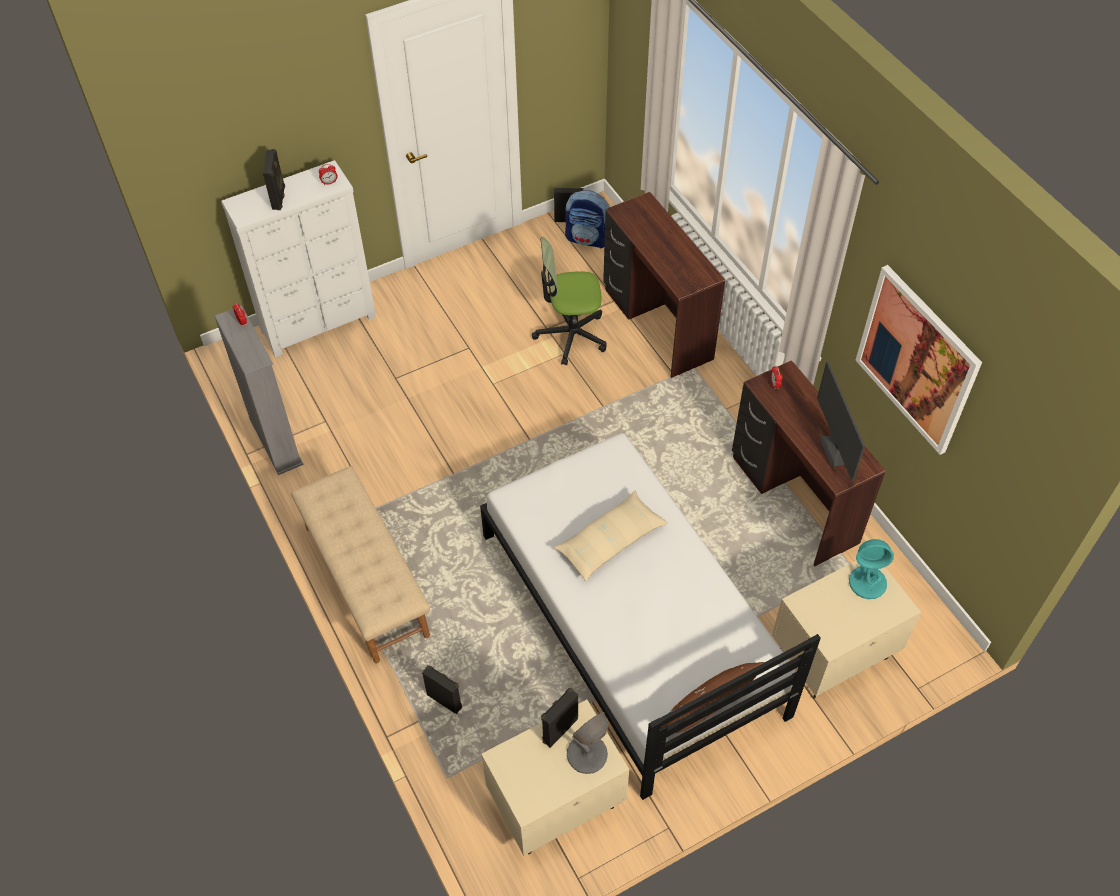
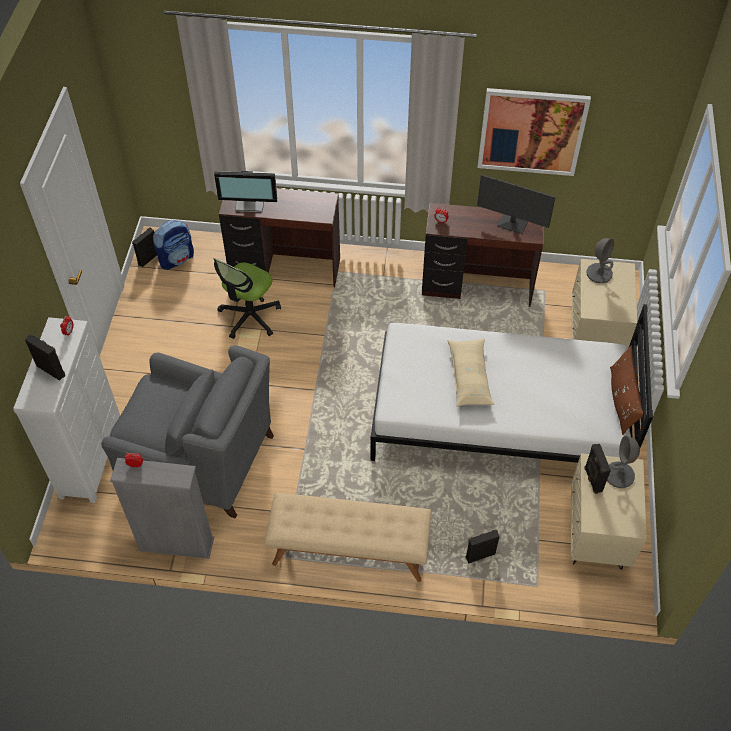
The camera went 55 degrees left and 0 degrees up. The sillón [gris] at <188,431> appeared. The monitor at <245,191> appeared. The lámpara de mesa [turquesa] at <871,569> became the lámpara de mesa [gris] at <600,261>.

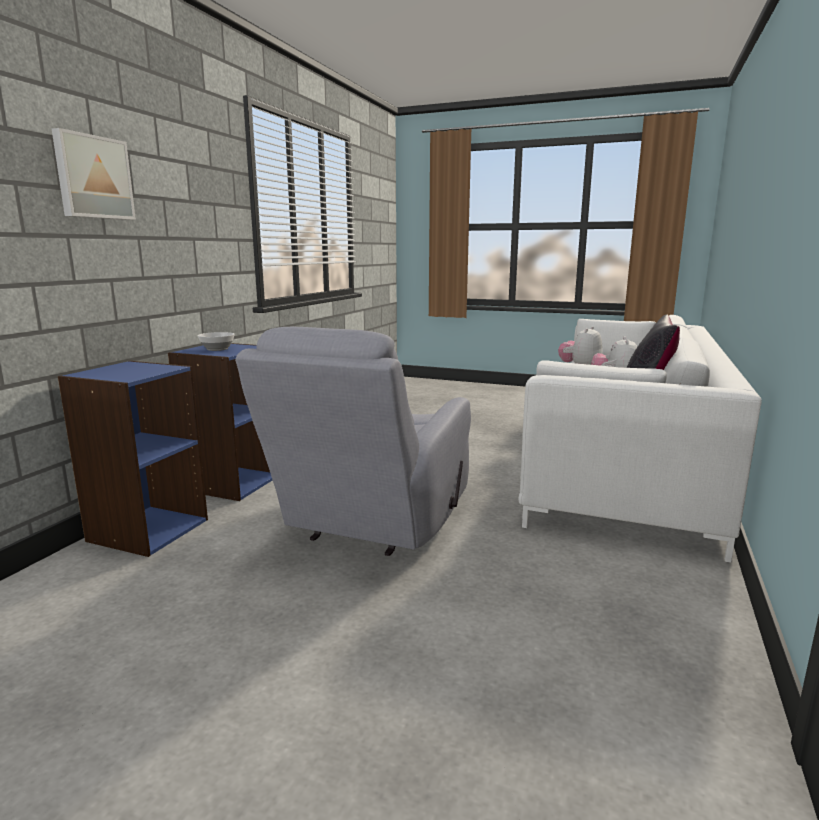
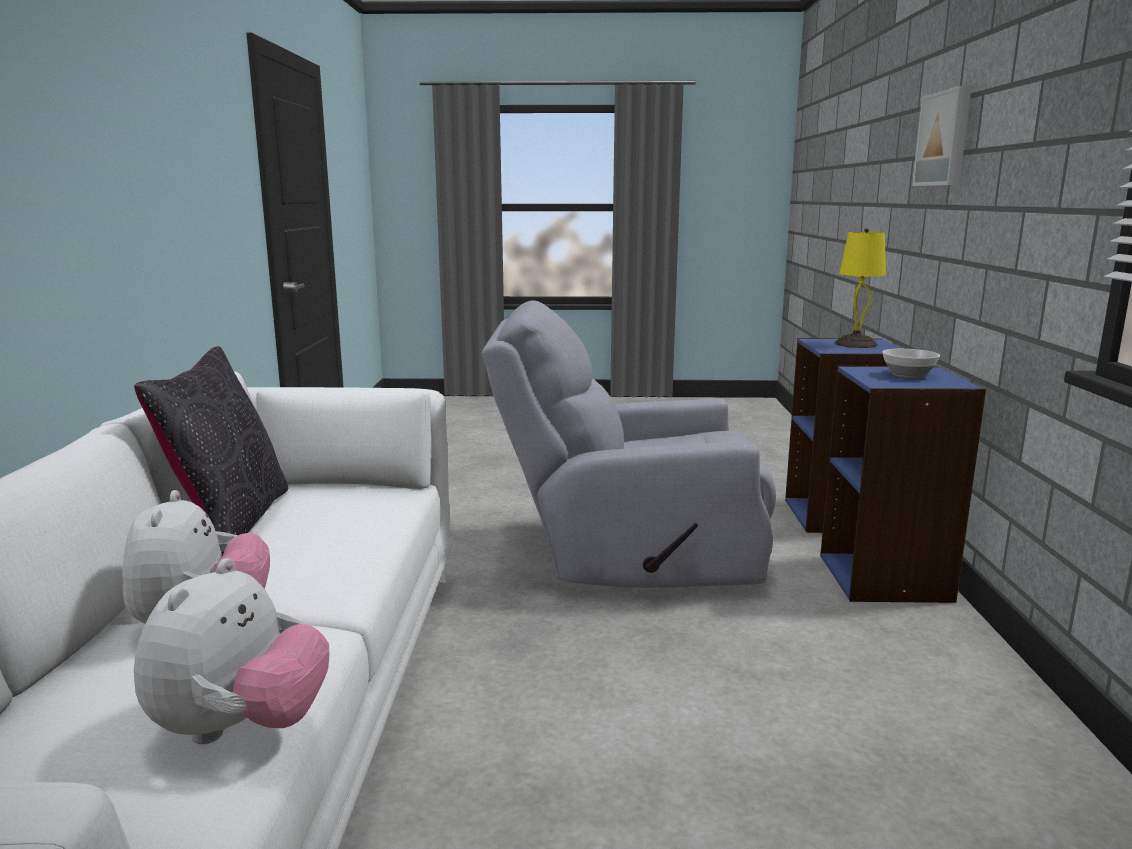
The camera went 160 degrees right and 0 degrees up. The sillón [gris] at <353,441> turned 90 degrees counterclockwise. The lámpara de mesa [amarillo] at <860,288> appeared.

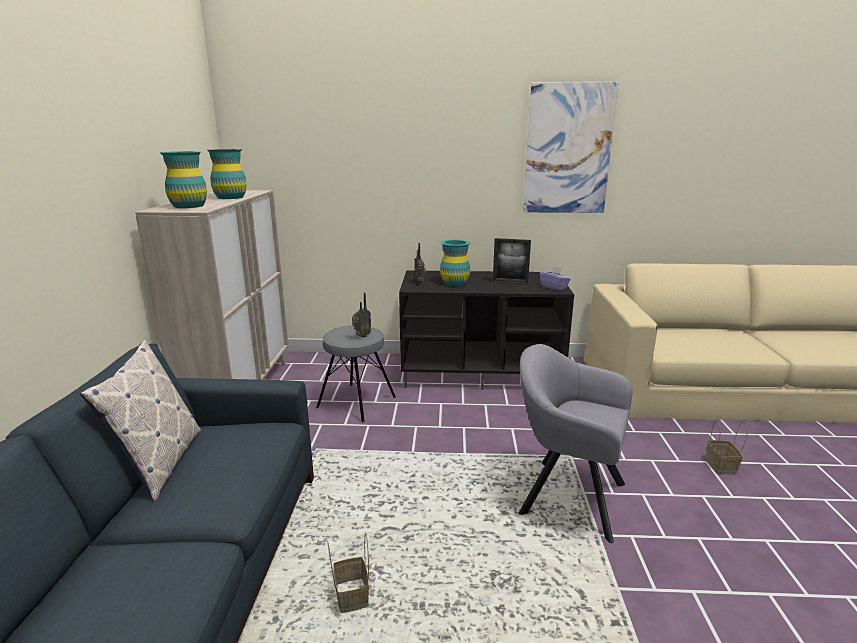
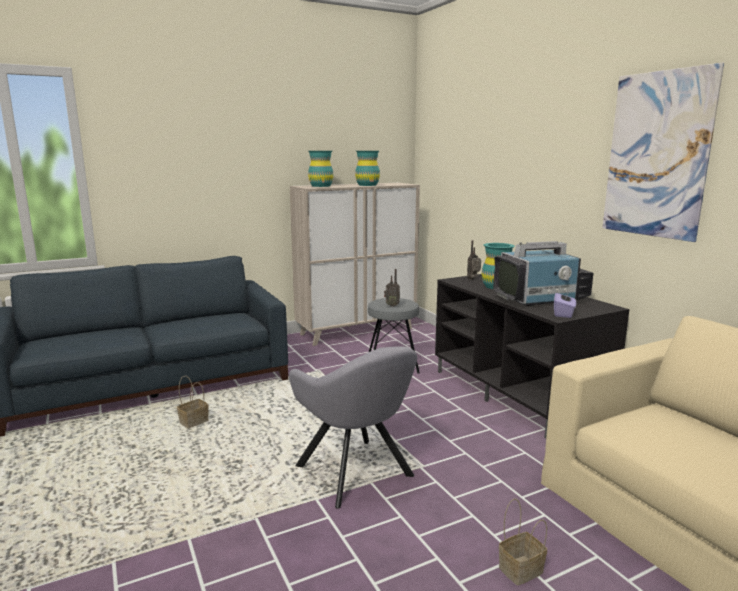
The camera went 60 degrees right and 5 degrees down. The sillón [gris] at <576,443> turned 150 degrees clockwise. The portarretratos at <512,261> was replaced by the televisor at <543,273>. The cojín at <140,421> disappeared.

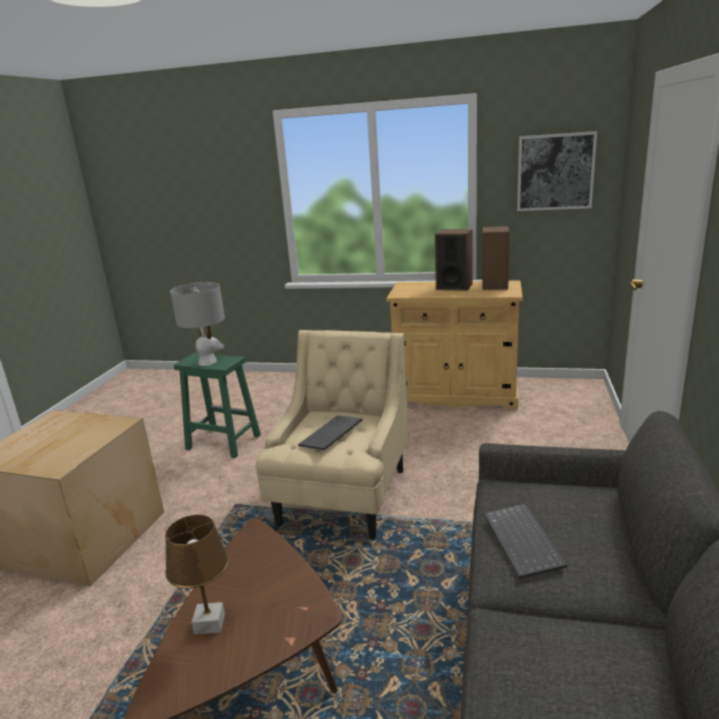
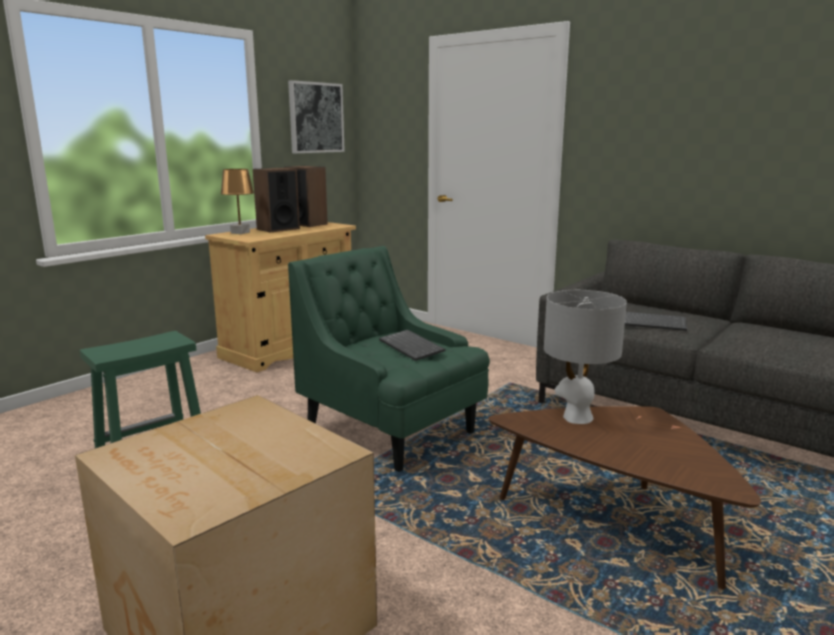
The camera went 65 degrees left and 5 degrees down. The lámpara de mesa [marrón] moved from <197,574> to <237,201>. The sillón [beis] at <332,435> became the sillón [verde] at <389,359>. The lámpara de mesa [gris] moved from <197,324> to <585,357>.

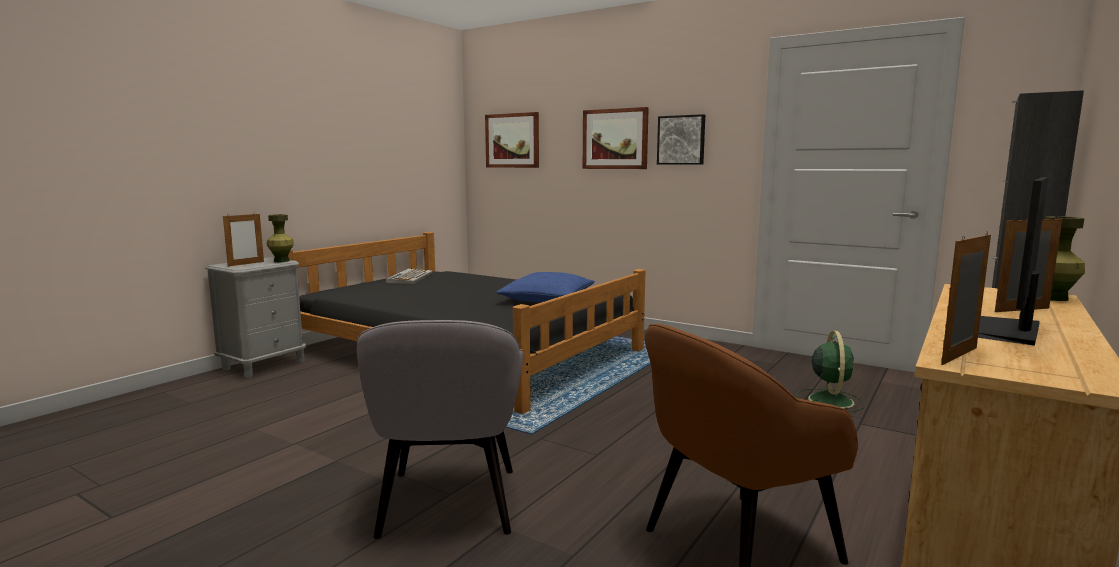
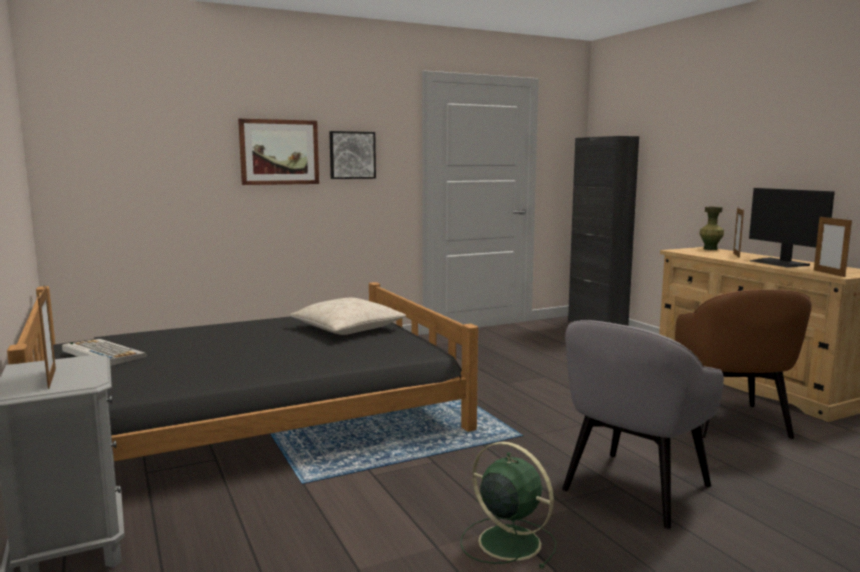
The camera went 60 degrees left and 0 degrees up. The cojín [azul] at <545,287> became the cojín [beis] at <348,316>. The ventilador [verde] moved from <830,371> to <508,505>. The sillón [gris] at <440,429> turned 105 degrees clockwise. The florero [verde] at <280,238> disappeared. The cuadro at <512,140> disappeared.

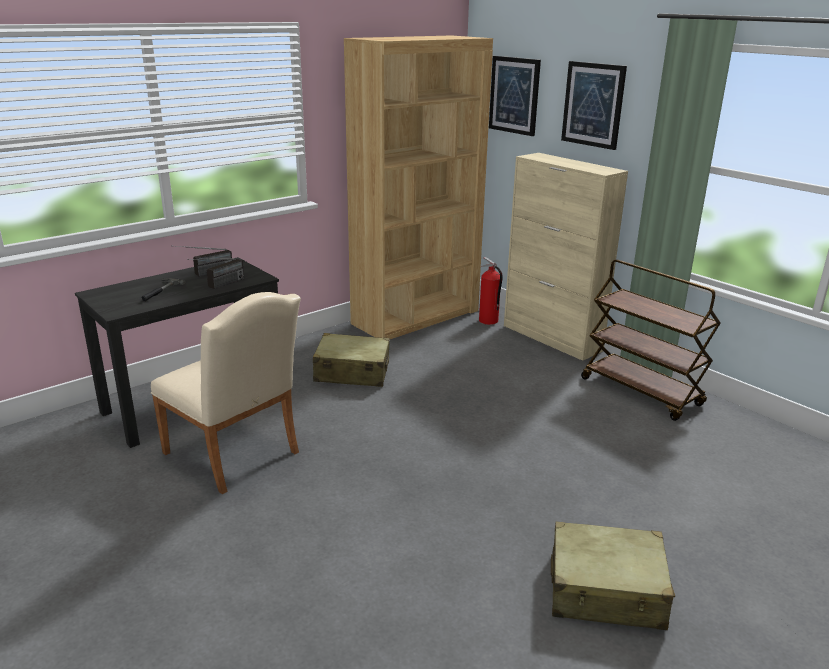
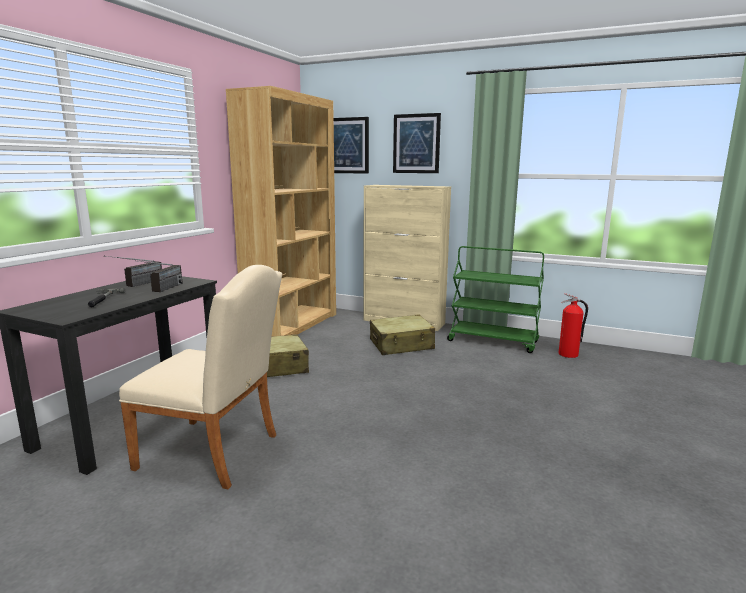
The camera went 25 degrees left and 10 degrees down. The maleta [beis] moved from <613,576> to <402,335>. The carrito [marrón] at <650,340> became the carrito [verde] at <495,299>. The extintor moved from <491,291> to <573,325>.

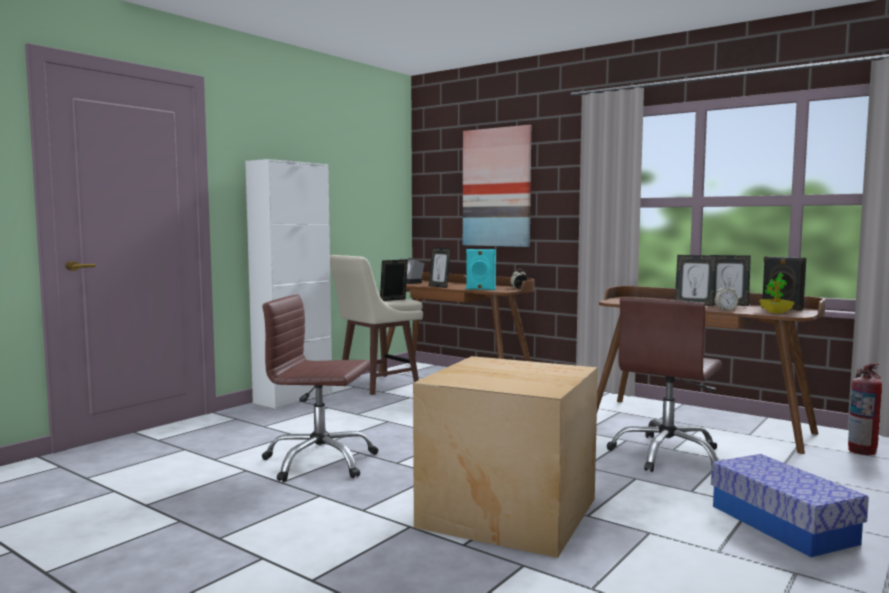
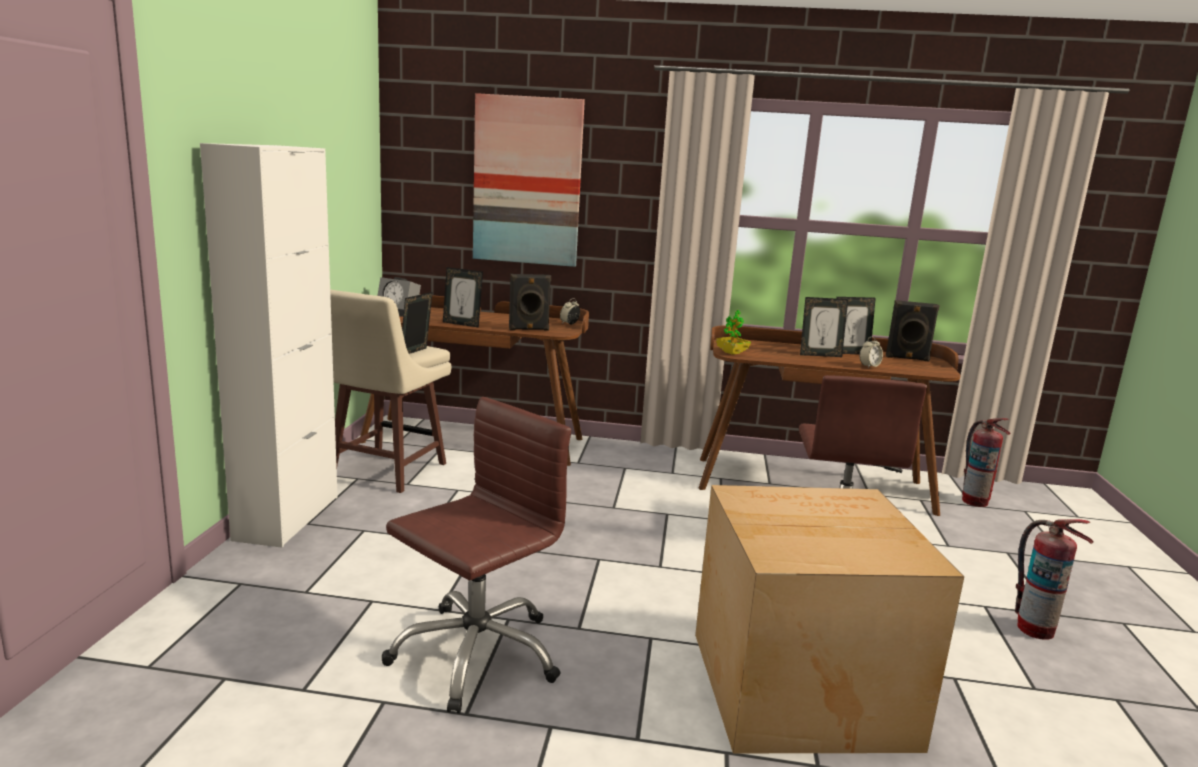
The camera went 30 degrees left and 10 degrees up. The silla de oficina [marrón] at <320,388> turned 150 degrees clockwise. The altavoz [turquesa] at <481,269> became the altavoz [negro] at <530,302>. The planta en maceta moved from <776,293> to <733,332>. The caja de almacenaje at <790,505> was replaced by the extintor at <1054,579>.

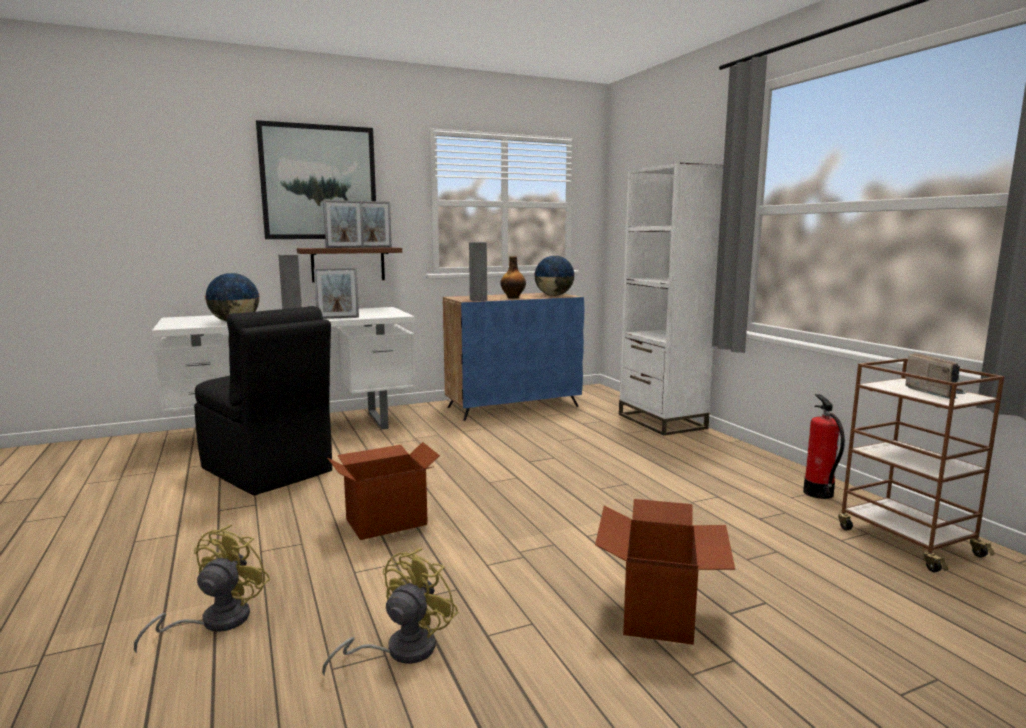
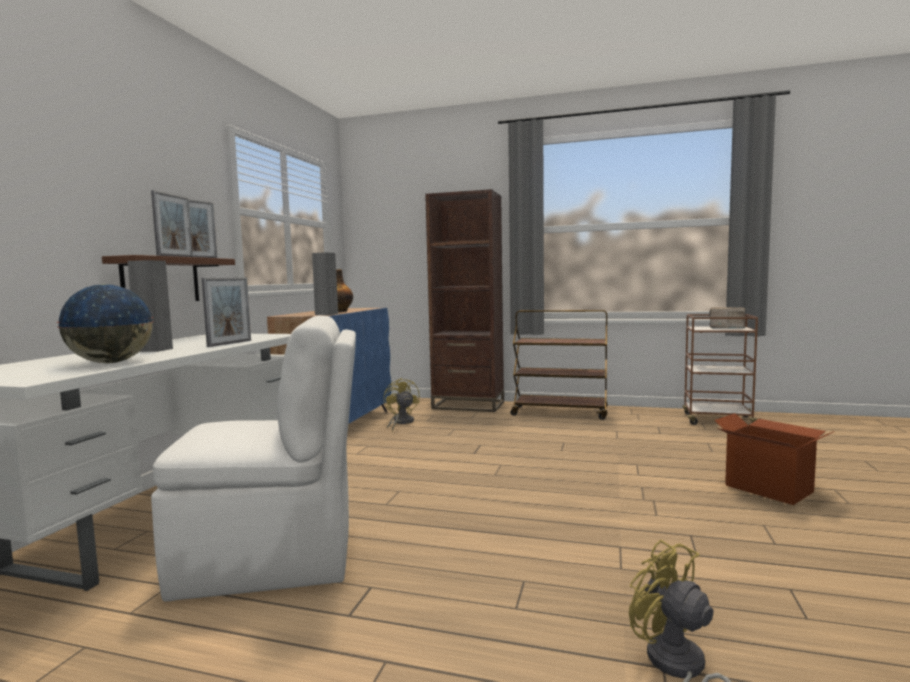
The camera went 50 degrees left and 5 degrees down. The silla [negro] at <263,400> became the silla [blanco] at <253,459>. The ventilador [amarillo] moved from <390,612> to <402,404>. The estantería [blanco] at <671,299> became the estantería [marrón] at <464,300>. The carrito [marrón] at <559,365> appeared. The cuadro at <316,179> disappeared. The caja de cartón at <384,491> disappeared. The globo terráqueo at <554,275> disappeared. The extintor at <824,446> disappeared.

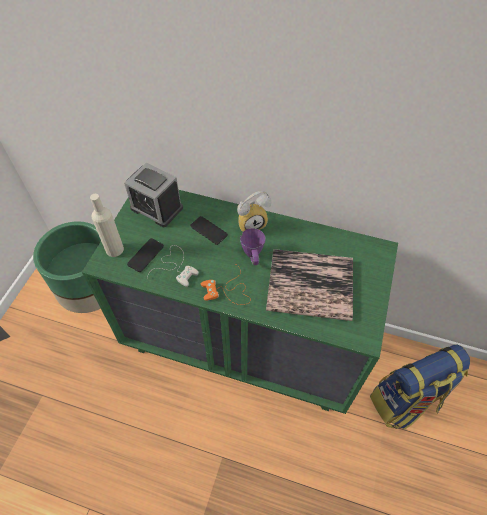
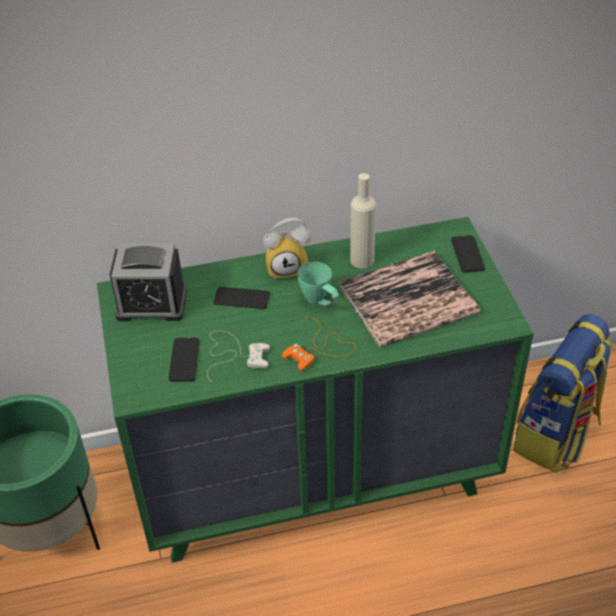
The camera went 30 degrees left and 10 degrees down. The despertador at <254,211> turned 45 degrees clockwise. The taza grande [morado] at <252,246> became the taza grande [verde] at <318,284>. The botella [beis] moved from <107,225> to <363,220>. The móvil at <468,254> appeared.

